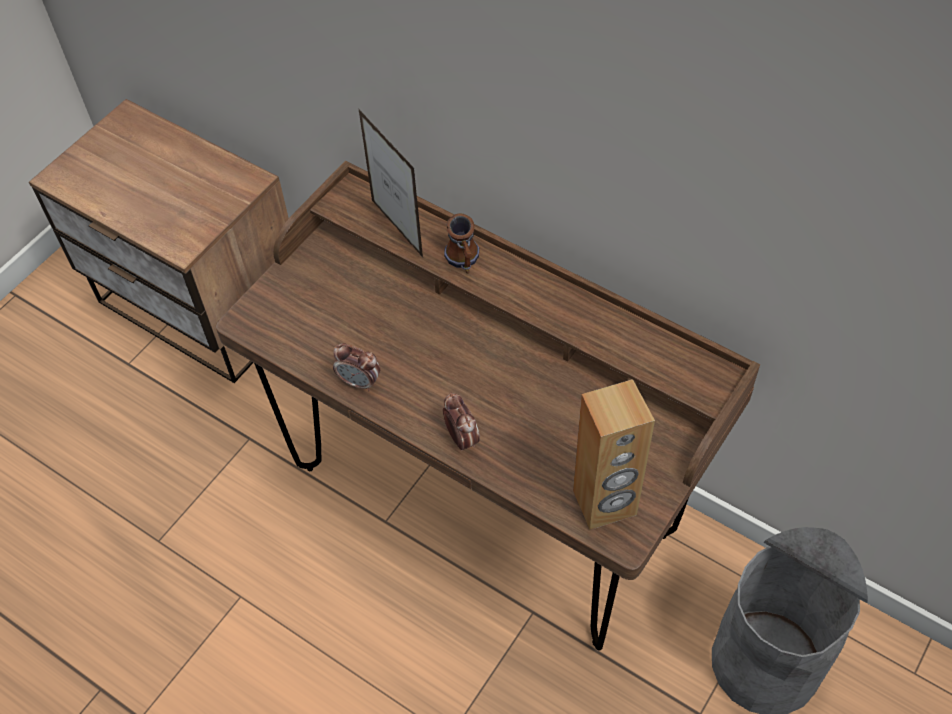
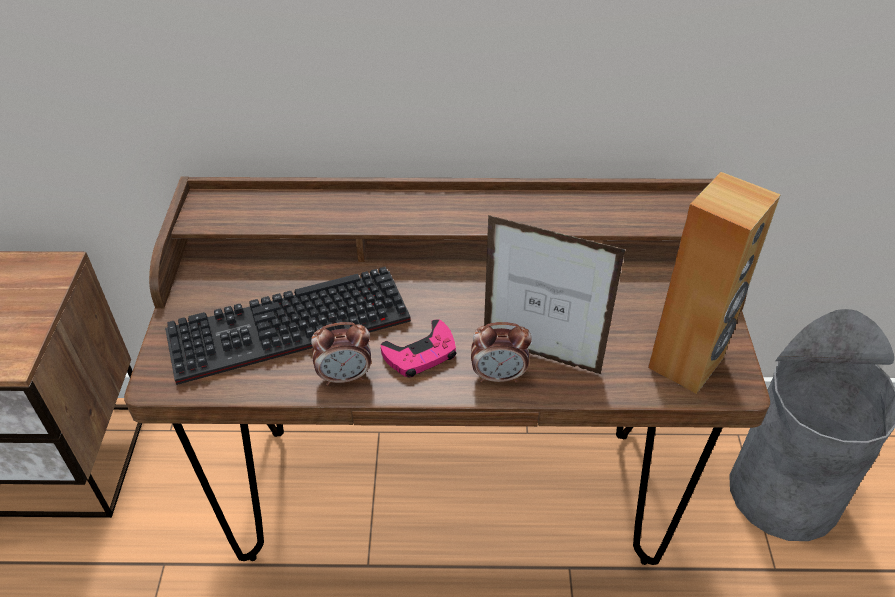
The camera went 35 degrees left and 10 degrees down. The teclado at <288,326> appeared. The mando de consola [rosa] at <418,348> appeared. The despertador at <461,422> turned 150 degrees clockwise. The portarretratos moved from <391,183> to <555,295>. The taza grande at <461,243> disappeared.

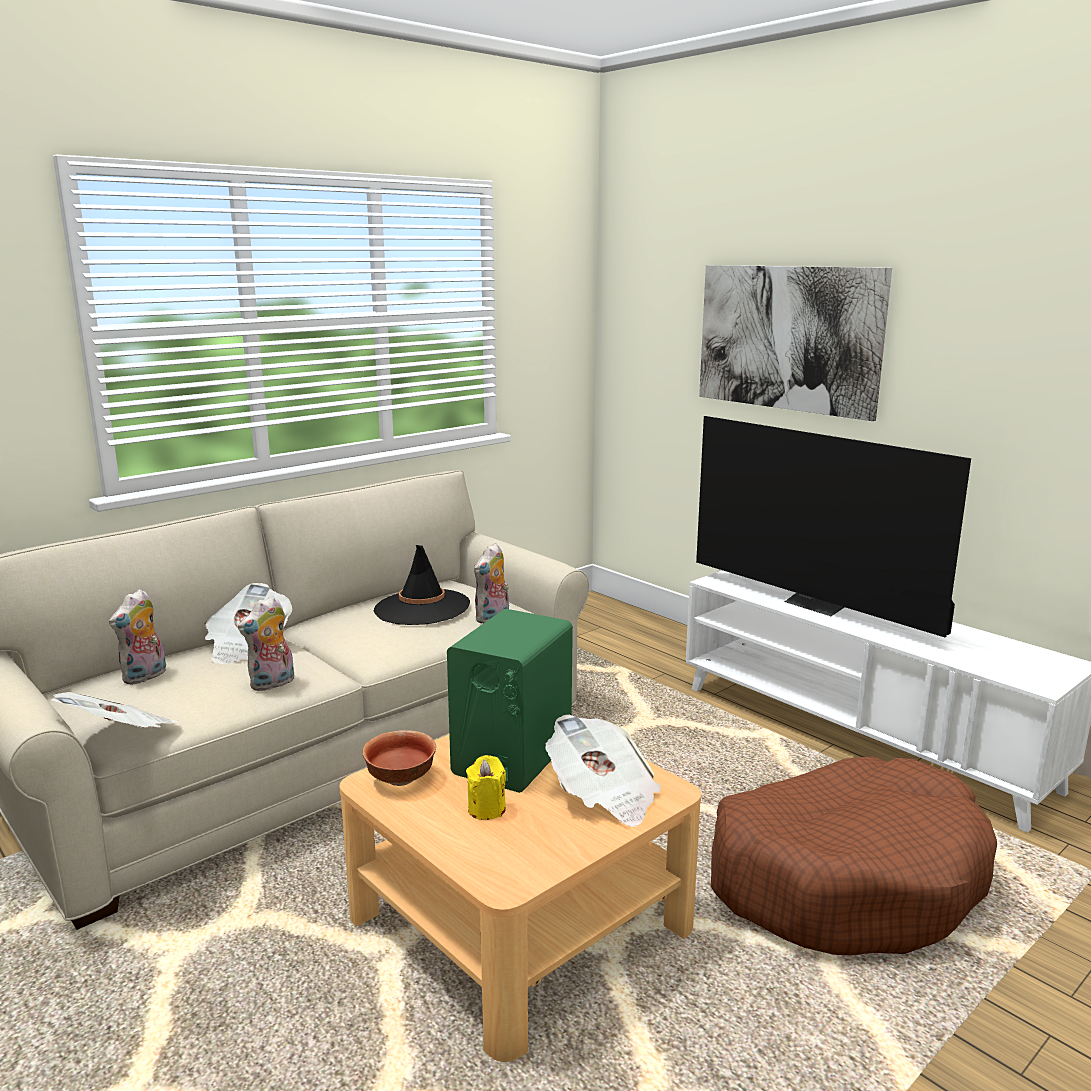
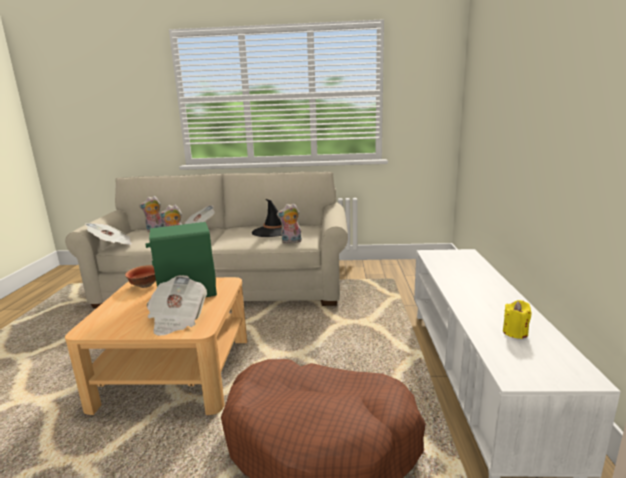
The camera went 45 degrees right and 0 degrees up. The vela [amarillo] moved from <486,787> to <517,319>. The televisor at <833,526> disappeared. The cuadro at <795,343> disappeared.

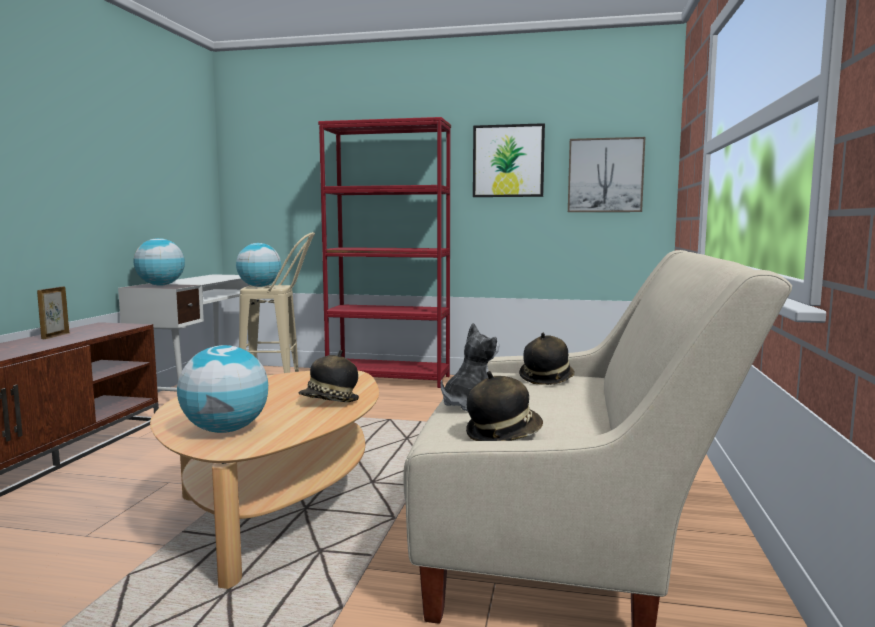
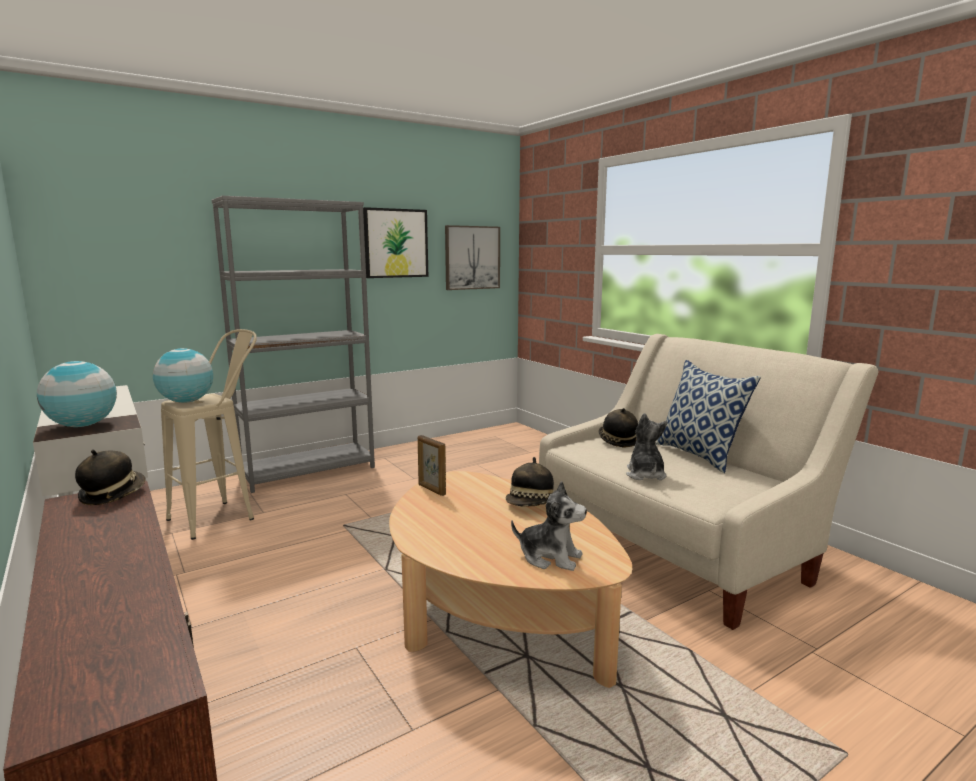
The camera went 45 degrees left and 5 degrees up. The sombrero moved from <504,406> to <110,477>. The estantería [rojo] at <384,252> became the estantería [gris] at <293,344>. The portarretratos moved from <53,312> to <432,465>. The globo terráqueo at <222,389> was replaced by the peluche at <549,526>. The cojín at <708,416> appeared.

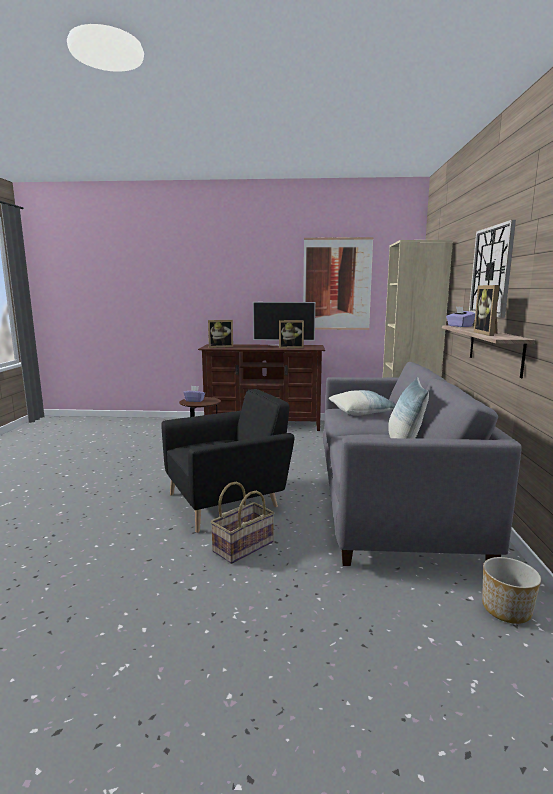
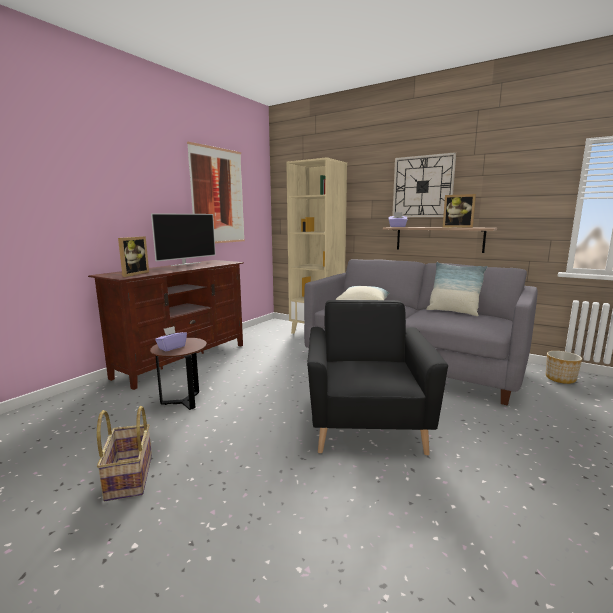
The camera went 60 degrees left and 0 degrees up. The cesta moved from <242,523> to <124,453>. The portarretratos at <291,334> disappeared.

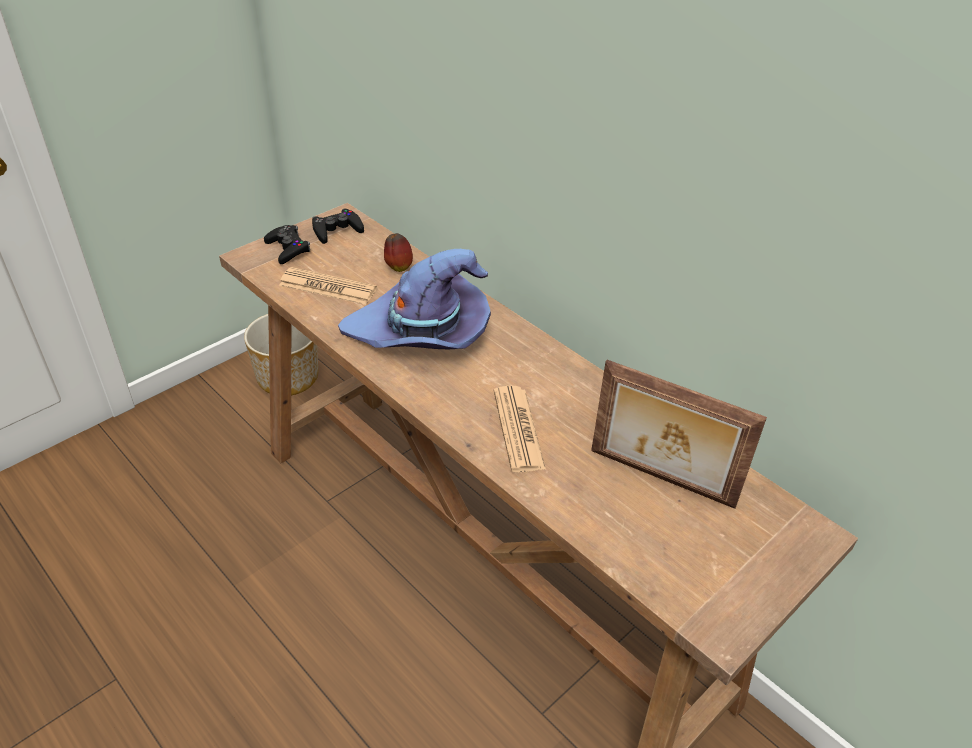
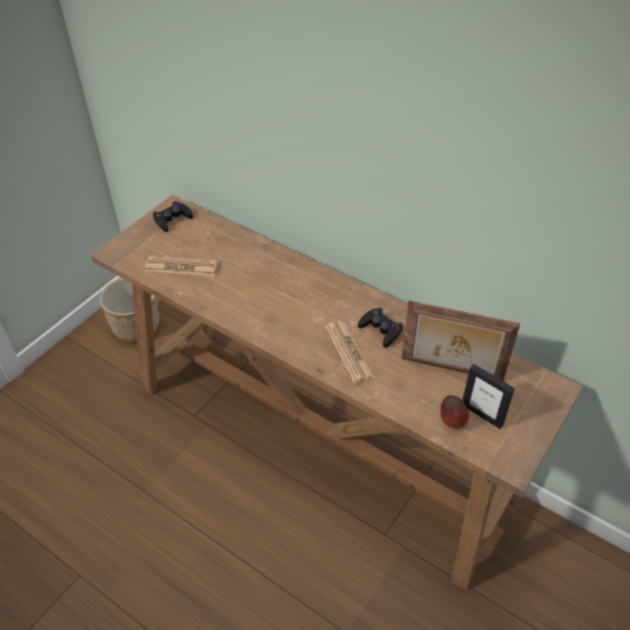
The camera went 10 degrees left and 5 degrees up. The mando de consola [negro] moved from <287,244> to <380,328>. The manzana moved from <398,252> to <455,412>. The portarretratos at <488,396> appeared. The sombrero [morado] at <414,299> disappeared.

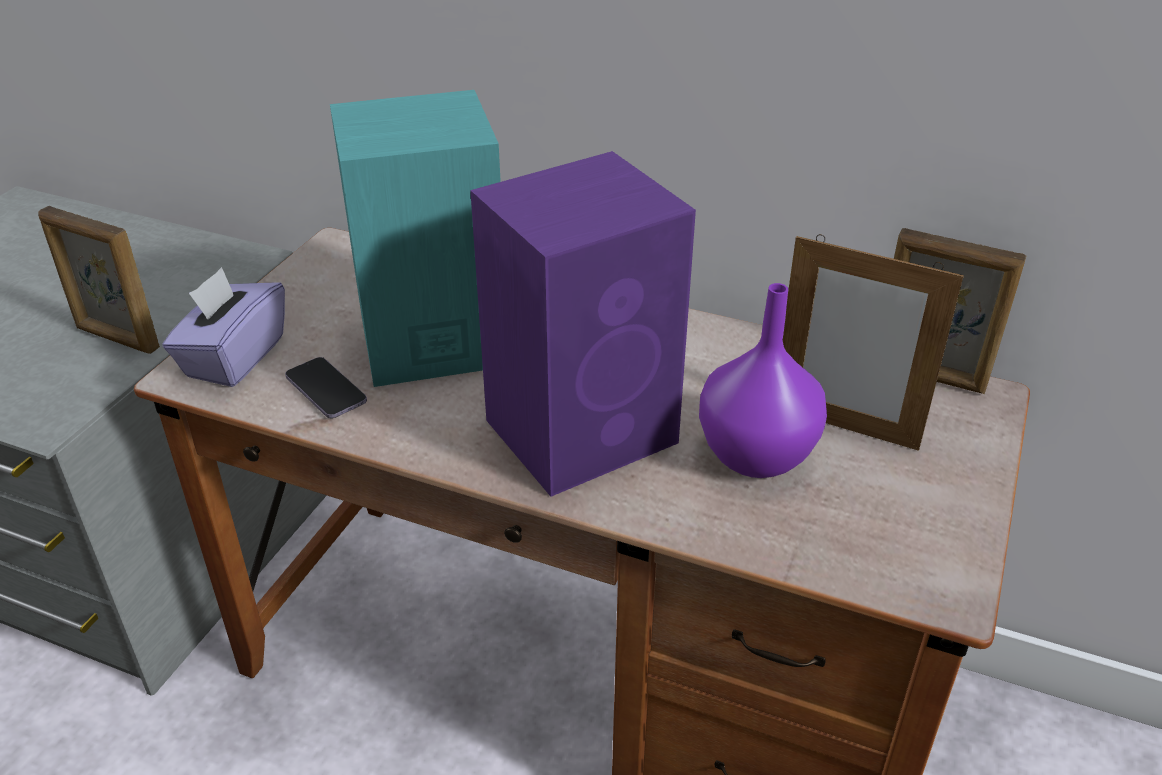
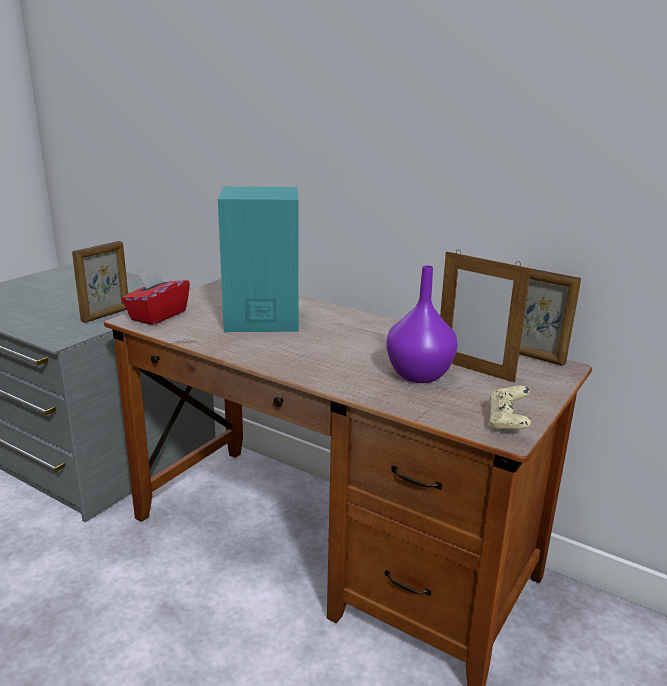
The camera went 10 degrees right and 15 degrees down. The portarretratos at <99,280> turned 90 degrees counterclockwise. The caja de pañuelos [morado] at <223,327> became the caja de pañuelos [rojo] at <155,296>. The mando de consola [beis] at <510,408> appeared. The móvil at <326,387> disappeared. The altavoz [morado] at <583,324> disappeared.

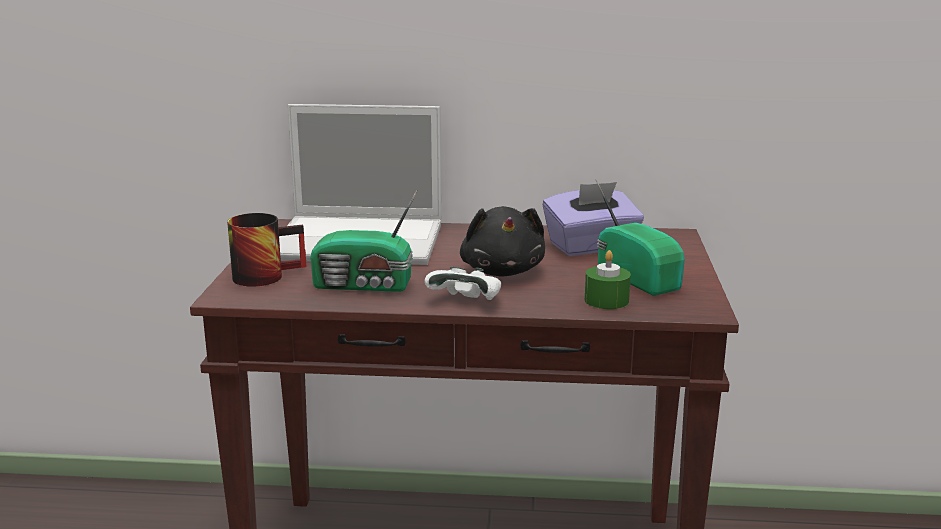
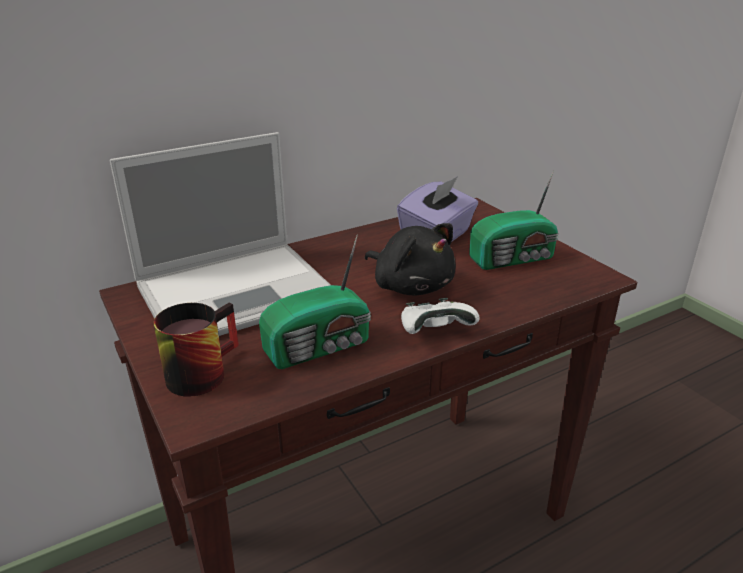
The camera went 35 degrees left and 10 degrees up. The radio at <640,238> turned 135 degrees clockwise. The vela [verde] at <608,279> disappeared.

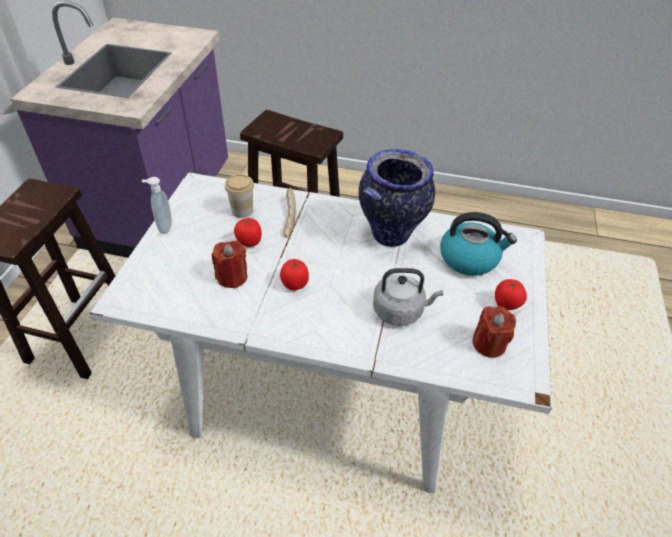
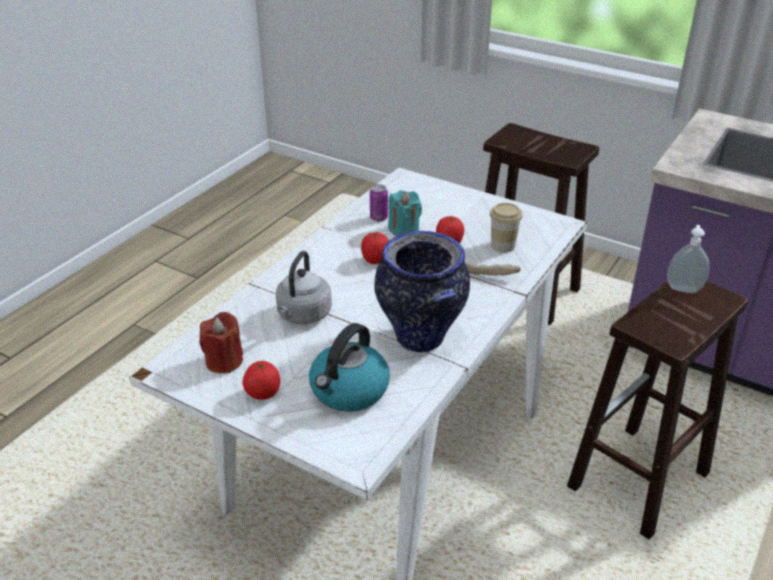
The camera went 110 degrees right and 10 degrees down. The lata at <379,202> appeared. The vela [rojo] at <230,264> became the vela [turquesa] at <405,213>. The dispensador de jabón moved from <157,205> to <688,259>.

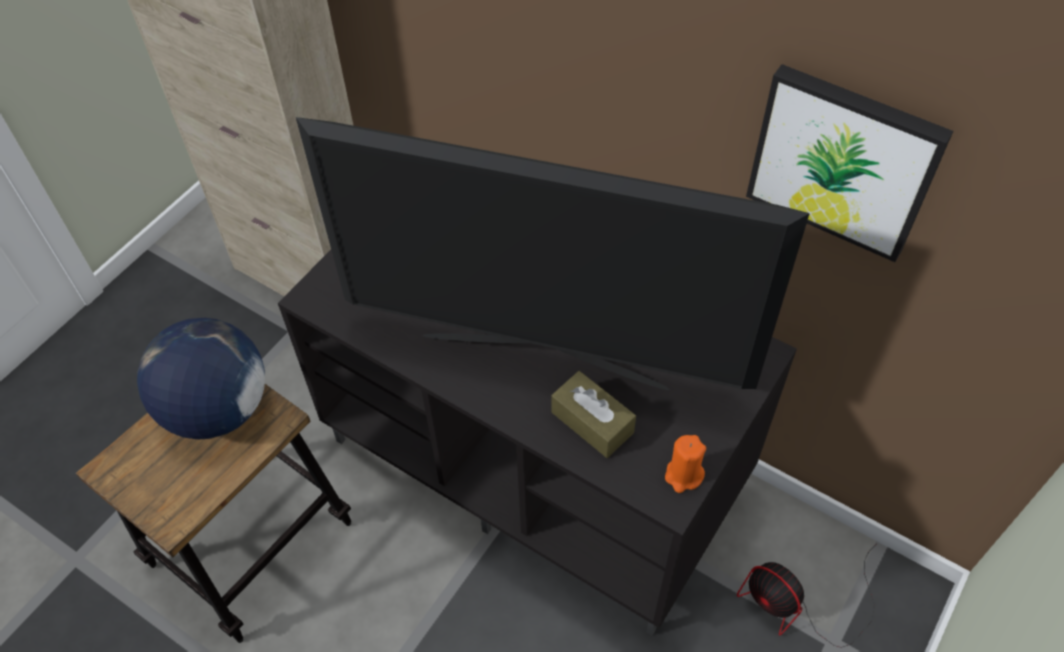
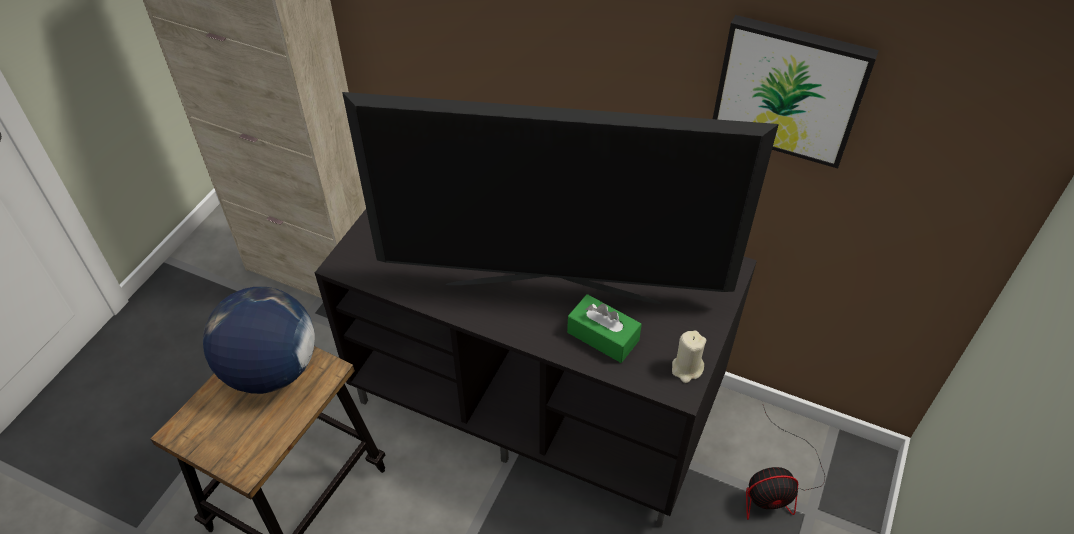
The camera went 10 degrees left and 5 degrees down. The caja de pañuelos [marrón] at <594,414> became the caja de pañuelos [verde] at <604,328>. The vela [naranja] at <685,464> became the vela [beis] at <689,357>. The ventilador at <807,595> turned 45 degrees counterclockwise.

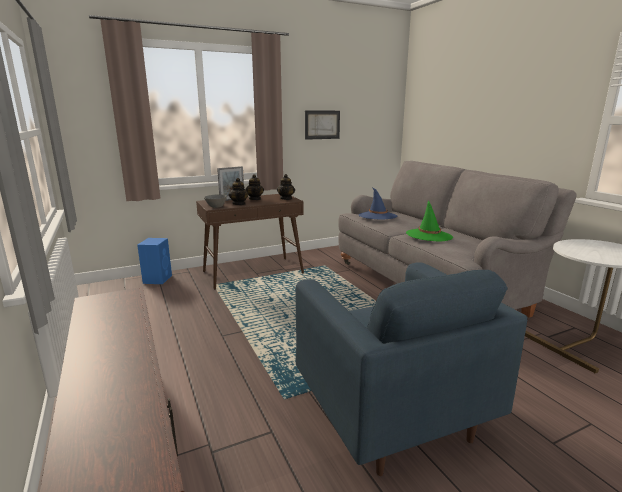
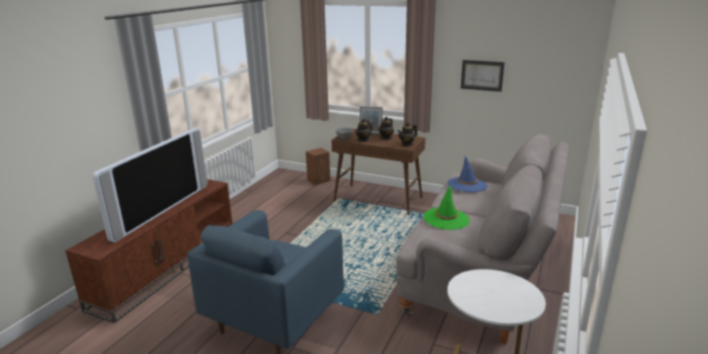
The camera went 50 degrees right and 5 degrees up. The televisor at <150,185> appeared. The altavoz [azul] at <154,261> became the altavoz [marrón] at <318,166>.

